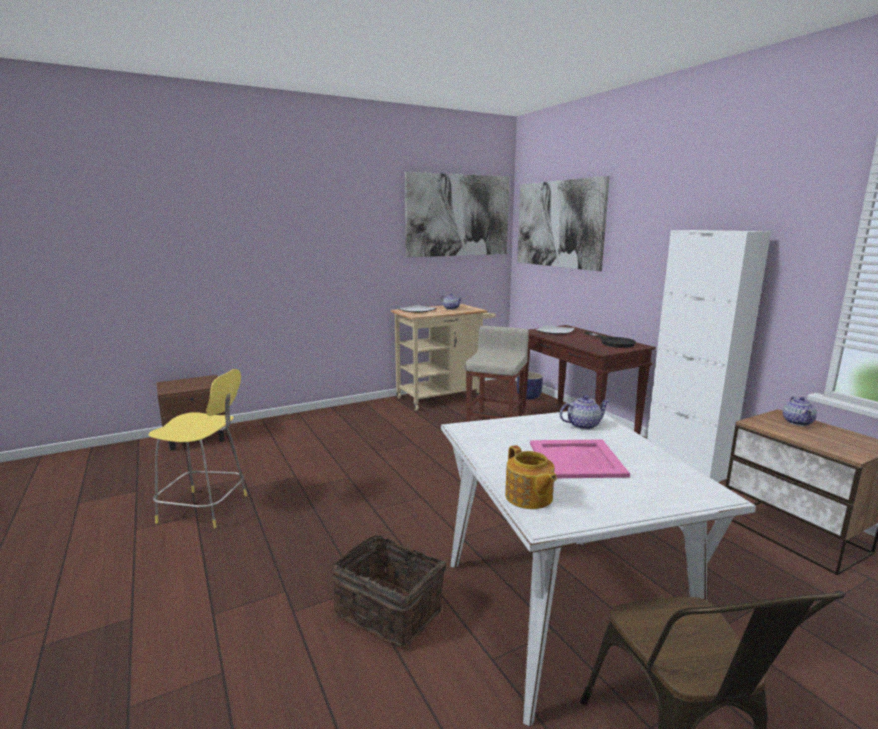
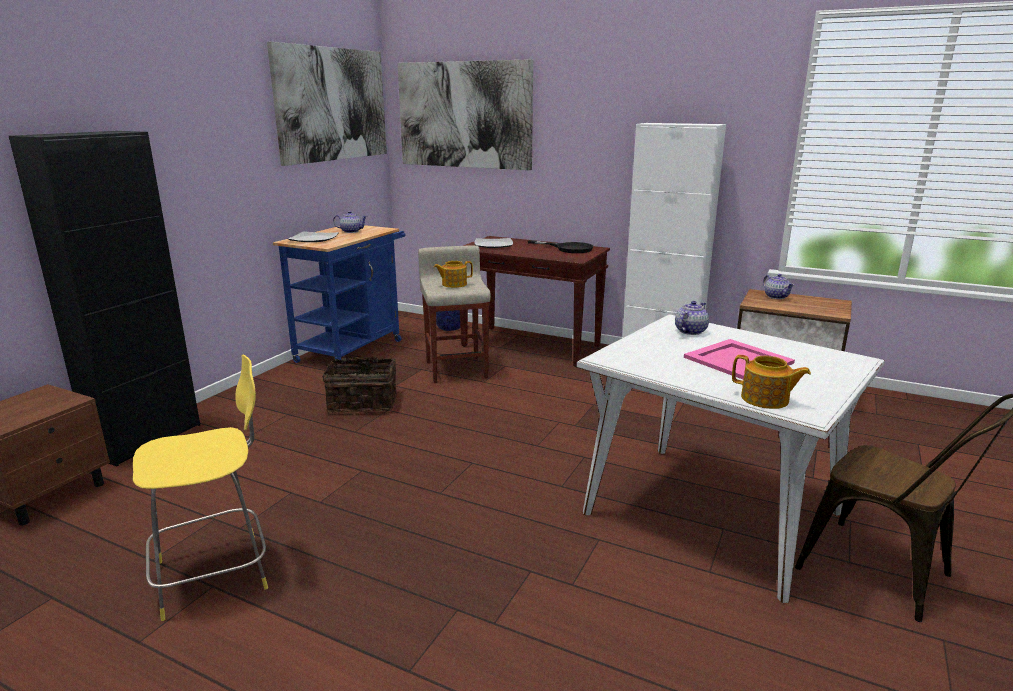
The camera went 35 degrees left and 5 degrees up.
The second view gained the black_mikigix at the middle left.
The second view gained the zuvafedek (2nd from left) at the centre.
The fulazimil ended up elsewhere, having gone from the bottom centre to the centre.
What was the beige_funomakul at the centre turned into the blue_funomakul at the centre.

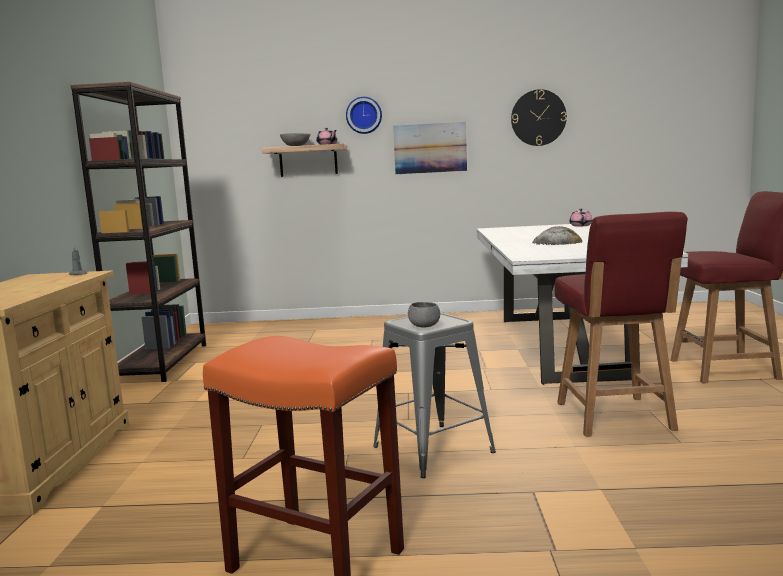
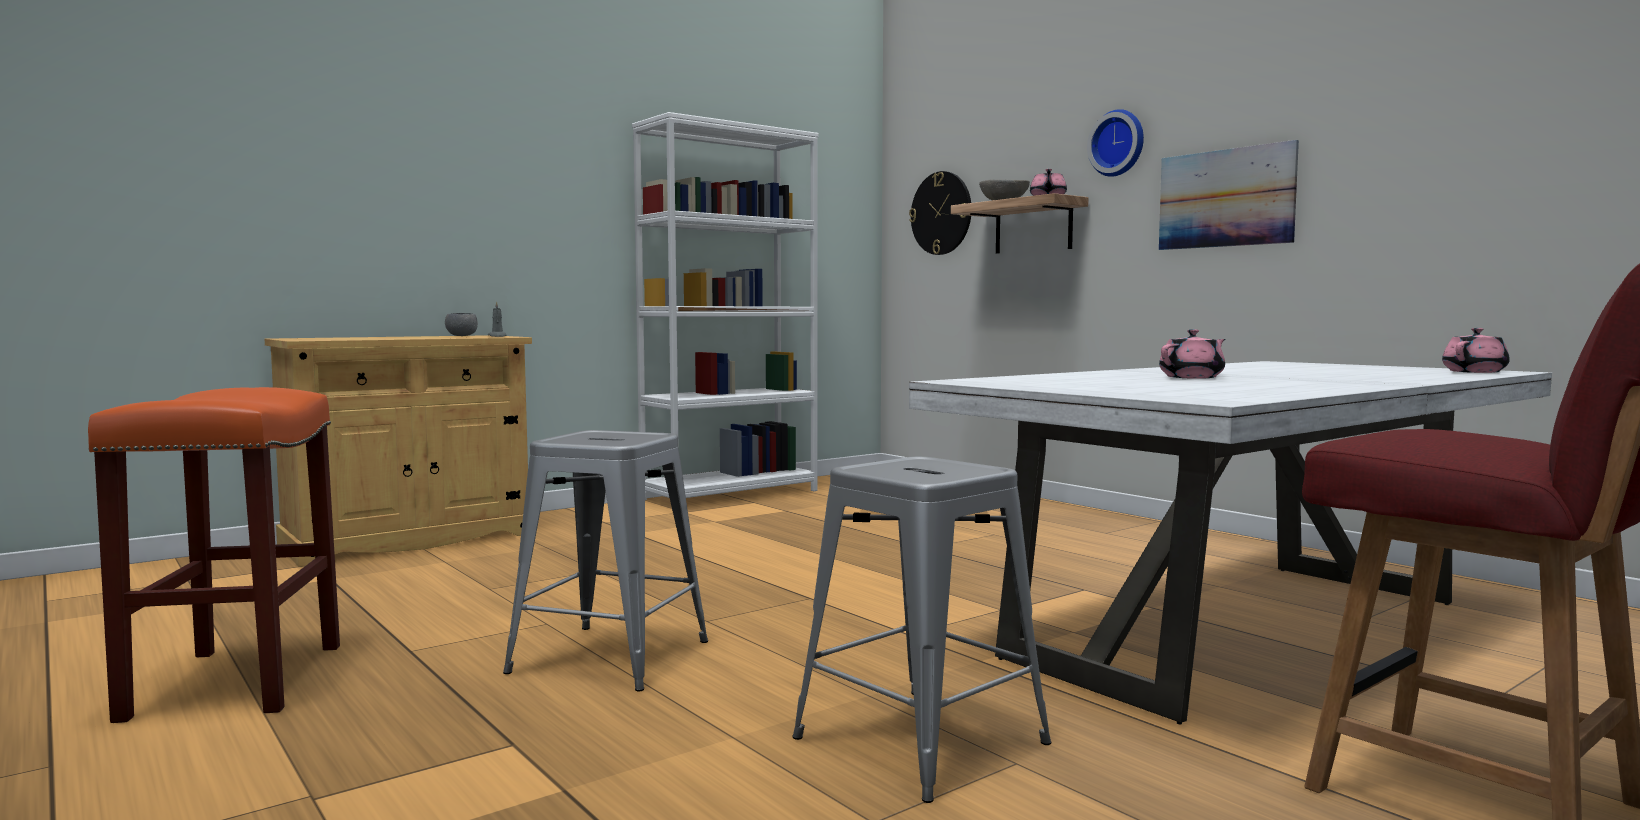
The camera went 50 degrees right and 5 degrees down.
The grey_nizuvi (2nd from left in the first image) ended up elsewhere, having gone from the centre to the middle left.
The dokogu (2nd from left in the first image) ended up elsewhere, having gone from the top right to the top centre.
Where the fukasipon stood at the middle right, the pink_zuvafedek (2nd from left) came to stand at the middle right.
Where the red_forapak (1st from left) stood at the middle right, the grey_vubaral (2nd from left) came to stand at the bottom centre.
What was the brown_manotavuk at the middle left turned into the white_manotavuk at the centre.

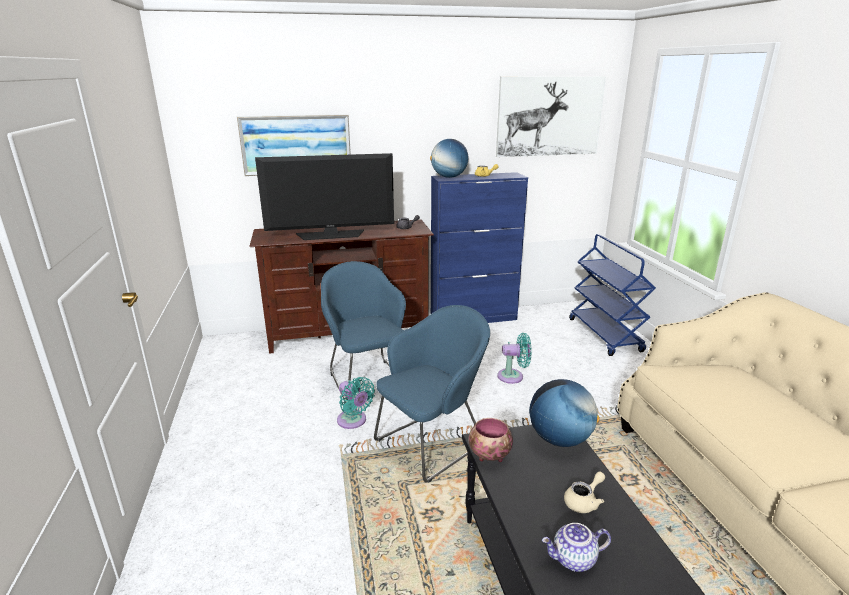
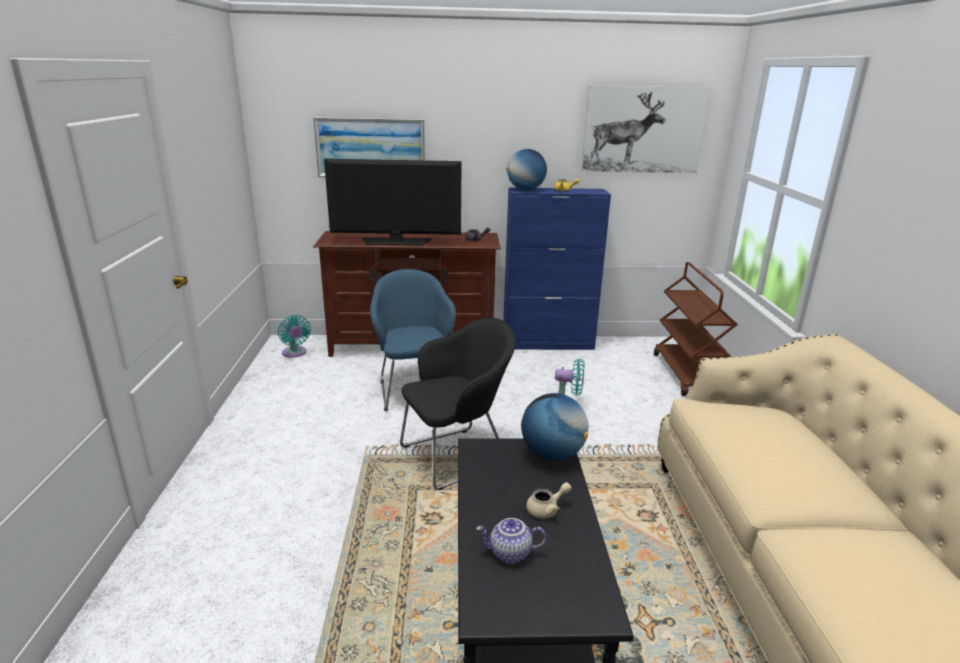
The camera went 10 degrees right and 0 degrees up.
The second view lost the nizuvi at the bottom centre.
The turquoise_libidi (1st from left) ended up elsewhere, having gone from the bottom centre to the middle left.
What was the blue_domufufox (2nd from left) at the centre turned into the black_domufufox at the centre.
What was the blue_funomakul at the middle right turned into the brown_funomakul at the middle right.

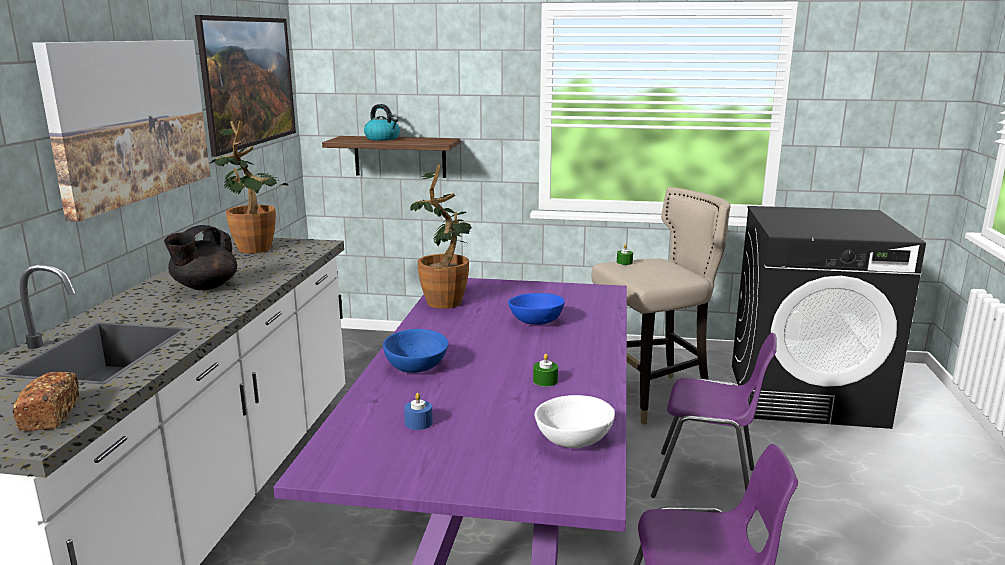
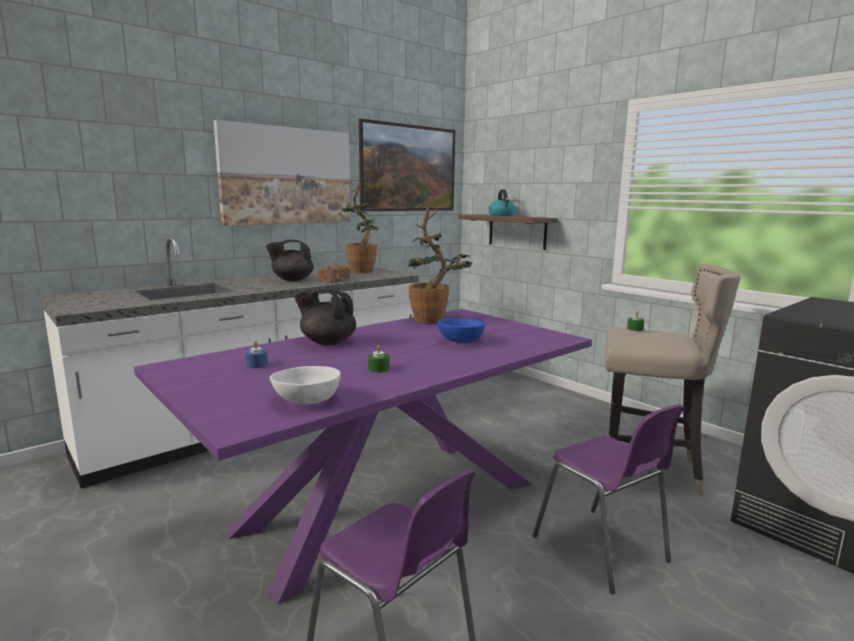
The camera went 40 degrees right and 5 degrees down.
The fukasipon ended up elsewhere, having gone from the bottom left to the centre.
Where the blue_nizuvi (1st from left) stood at the centre, the black_zuvafedek (2nd from left) came to stand at the centre.

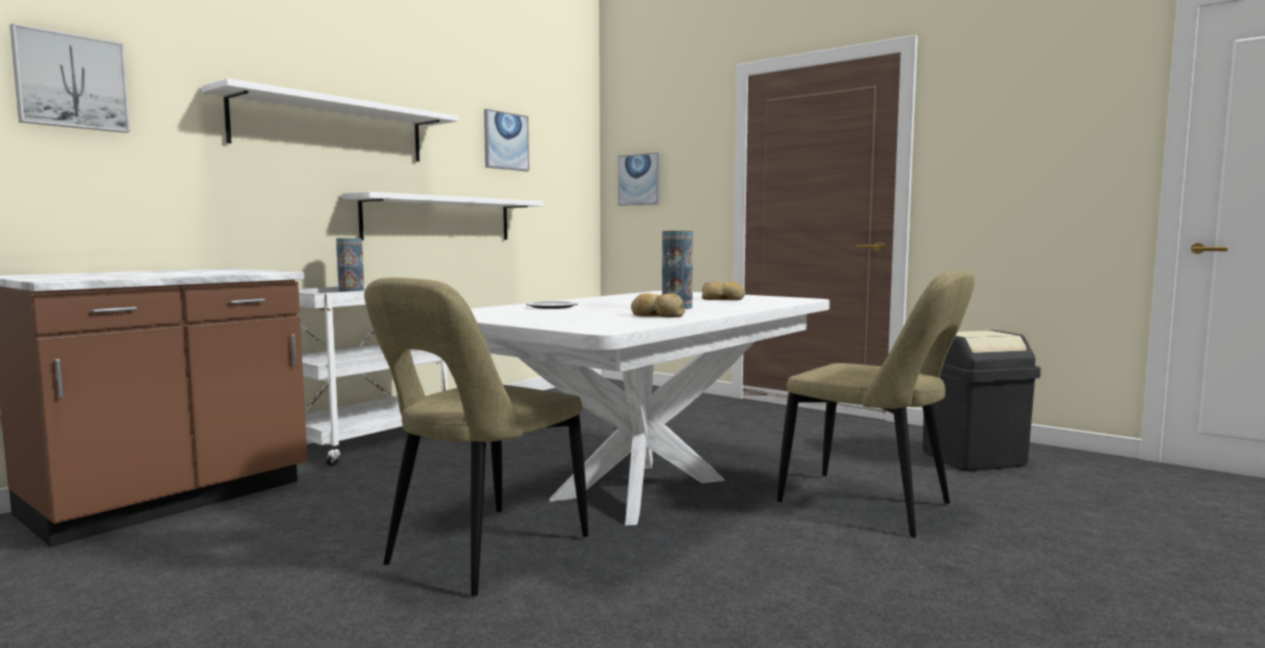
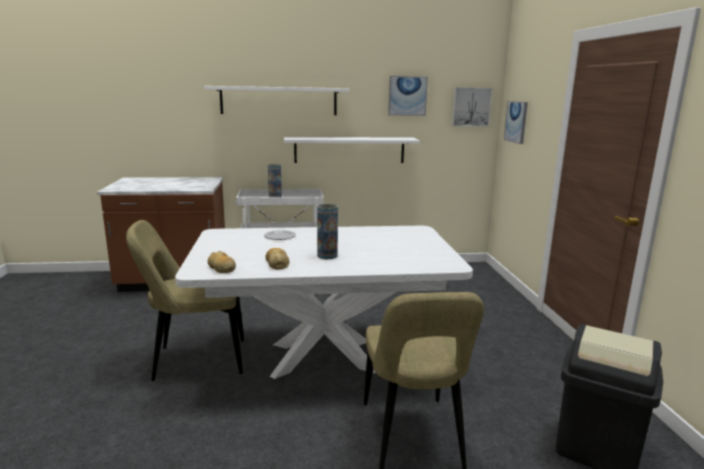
The camera went 45 degrees right and 10 degrees up.
The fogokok (1st from left in the first image) ended up elsewhere, having gone from the top left to the top right.
The fukasipon (2nd from left in the first image) ended up elsewhere, having gone from the centre to the middle left.

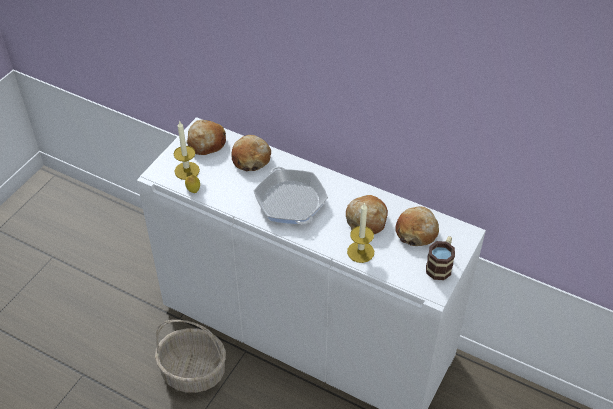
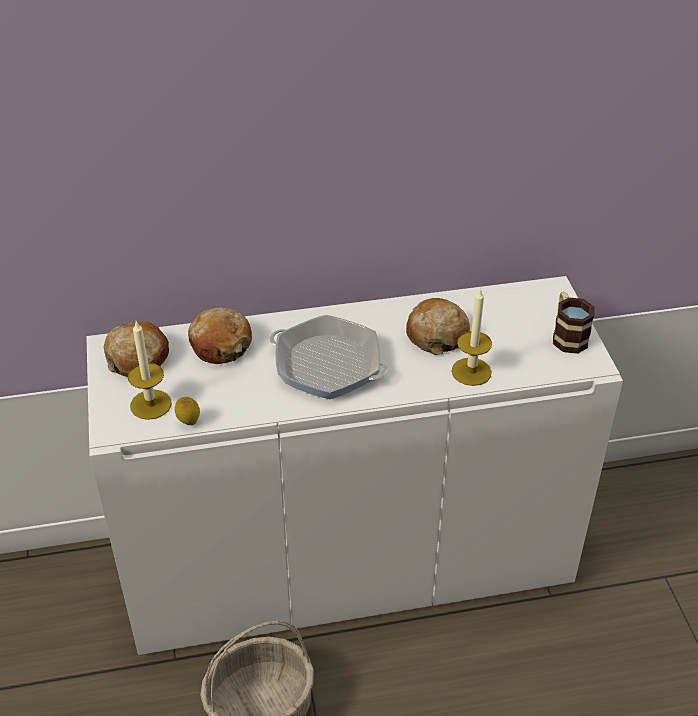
The camera went 40 degrees left and 5 degrees down.
The second view lost the fukasipon (4th from left) at the middle right.

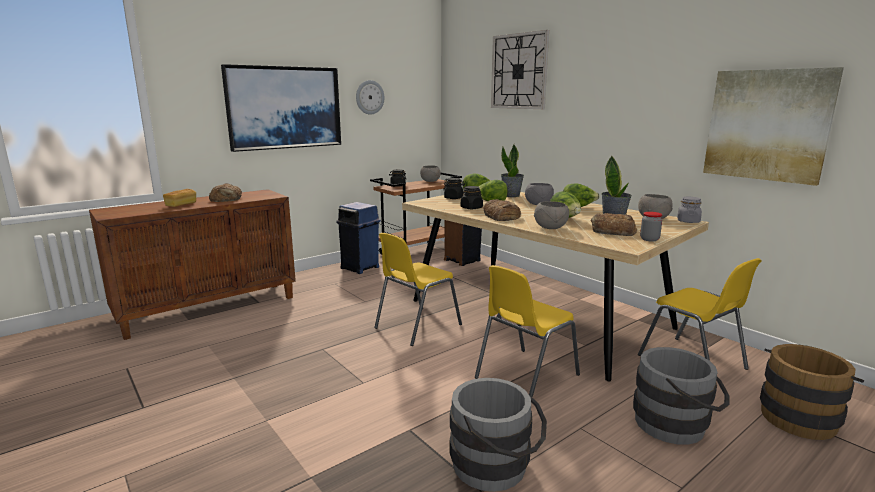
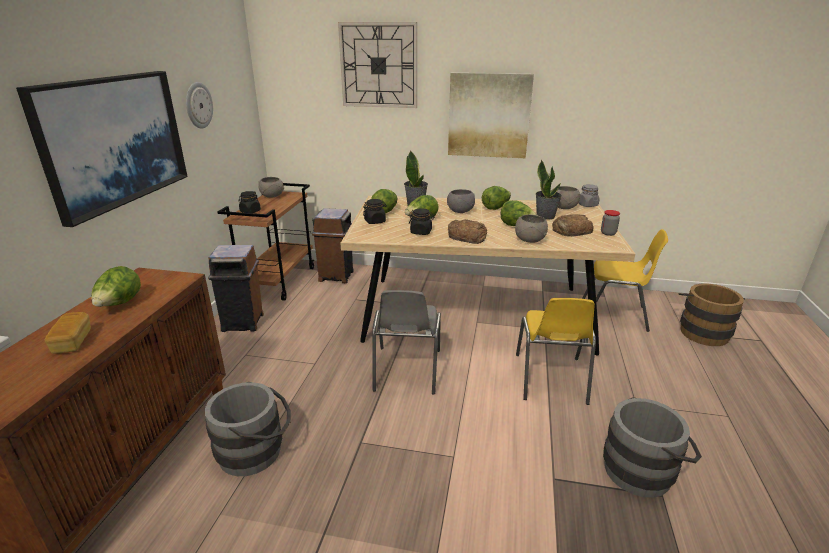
The camera went 40 degrees left and 10 degrees up.
The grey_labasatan (2nd from left in the first image) ended up elsewhere, having gone from the bottom right to the bottom left.
The fogokok (2nd from left) ended up elsewhere, having gone from the top right to the top centre.
Where the fukasipon (2nd from left) stood at the middle left, the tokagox (1st from left) came to stand at the middle left.
What was the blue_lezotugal at the centre turned into the brown_lezotugal (1st from left) at the middle left.
What was the yellow_forapak (1st from left) at the centre turned into the grey_forapak at the centre.

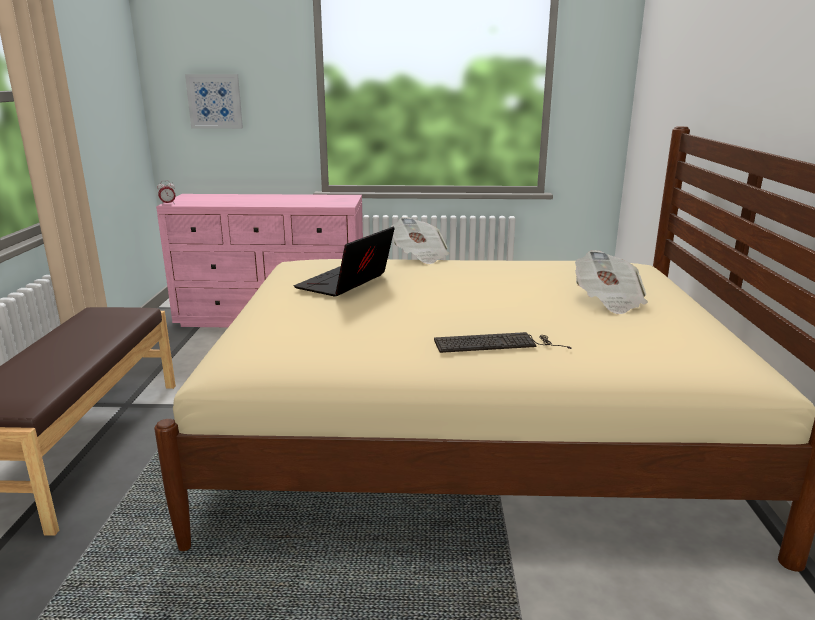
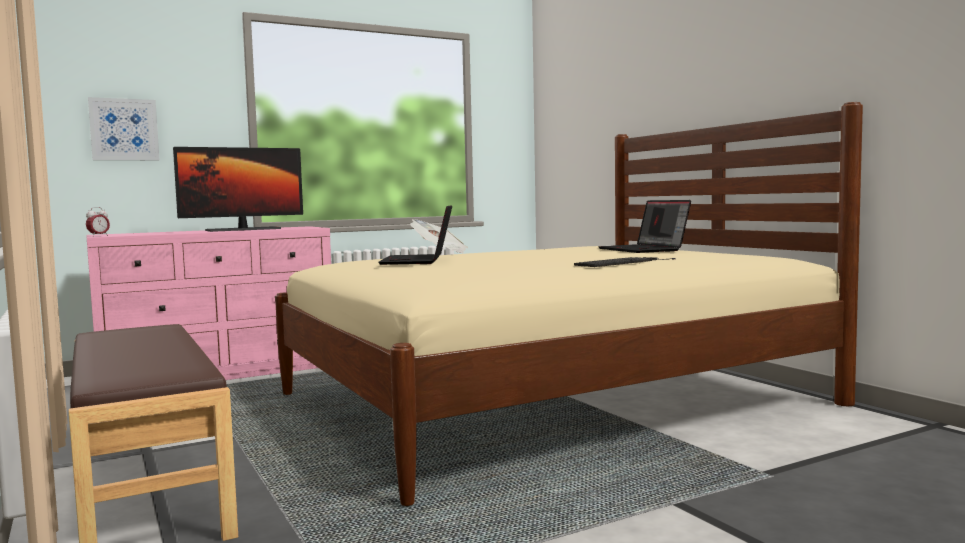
The camera went 30 degrees left and 15 degrees down.
The second view gained the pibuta at the middle left.
Where the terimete (2nd from left) stood at the middle right, the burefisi (2nd from left) came to stand at the middle right.

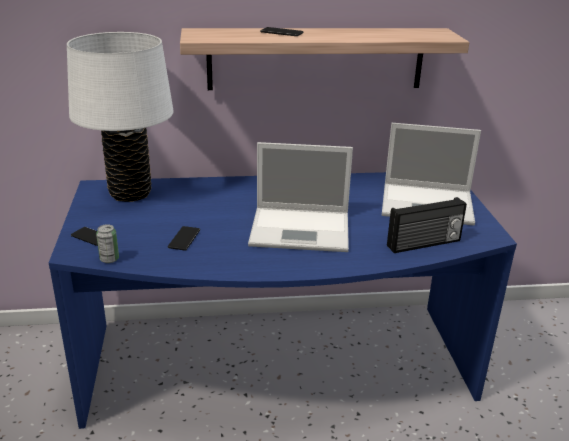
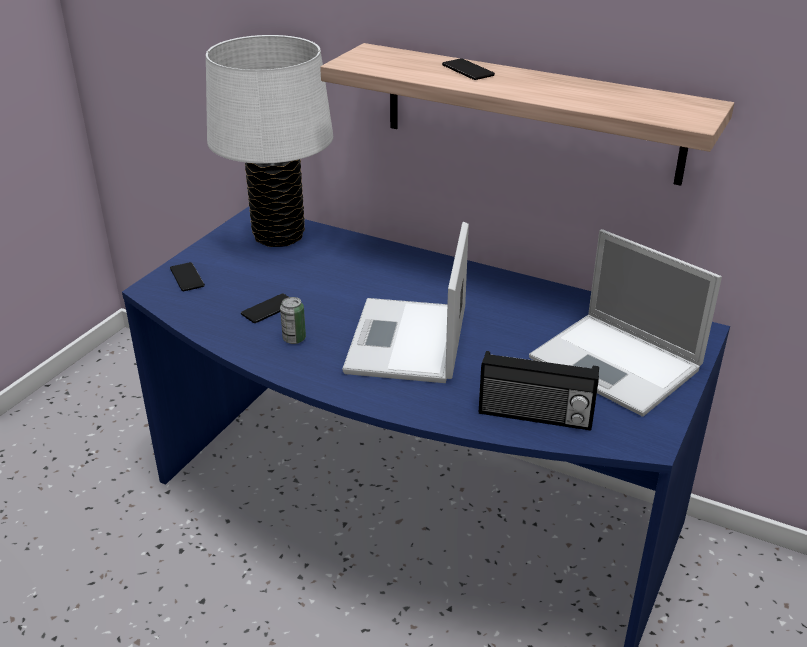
The camera went 35 degrees right and 5 degrees up.
The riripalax ended up elsewhere, having gone from the middle left to the centre.
The burefisi (1st from left) at the centre ended up facing another way, 60 degrees clockwise from before.

